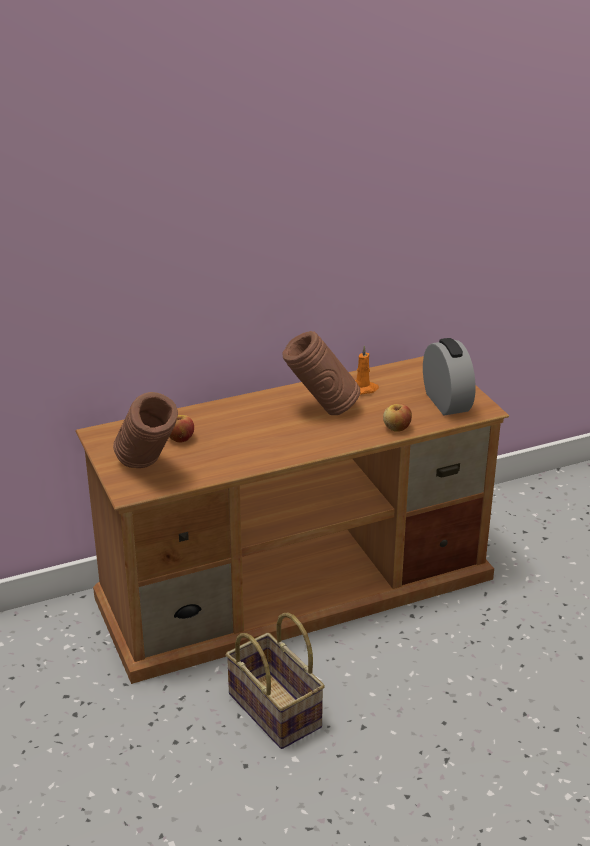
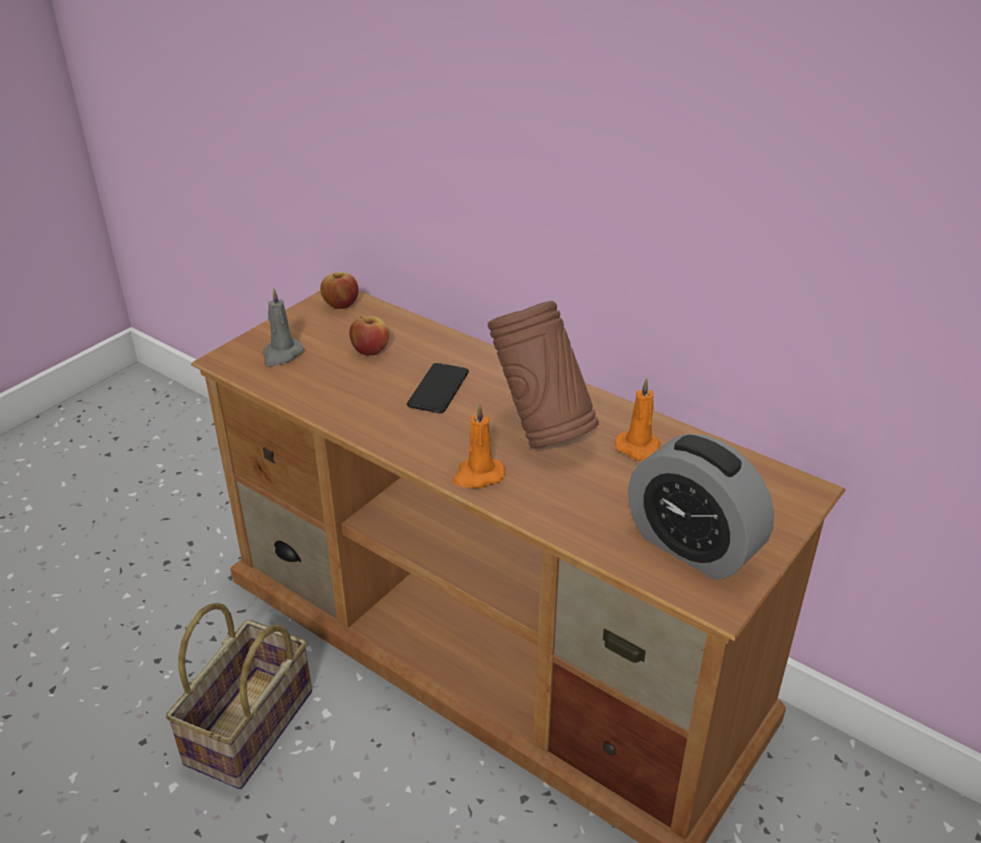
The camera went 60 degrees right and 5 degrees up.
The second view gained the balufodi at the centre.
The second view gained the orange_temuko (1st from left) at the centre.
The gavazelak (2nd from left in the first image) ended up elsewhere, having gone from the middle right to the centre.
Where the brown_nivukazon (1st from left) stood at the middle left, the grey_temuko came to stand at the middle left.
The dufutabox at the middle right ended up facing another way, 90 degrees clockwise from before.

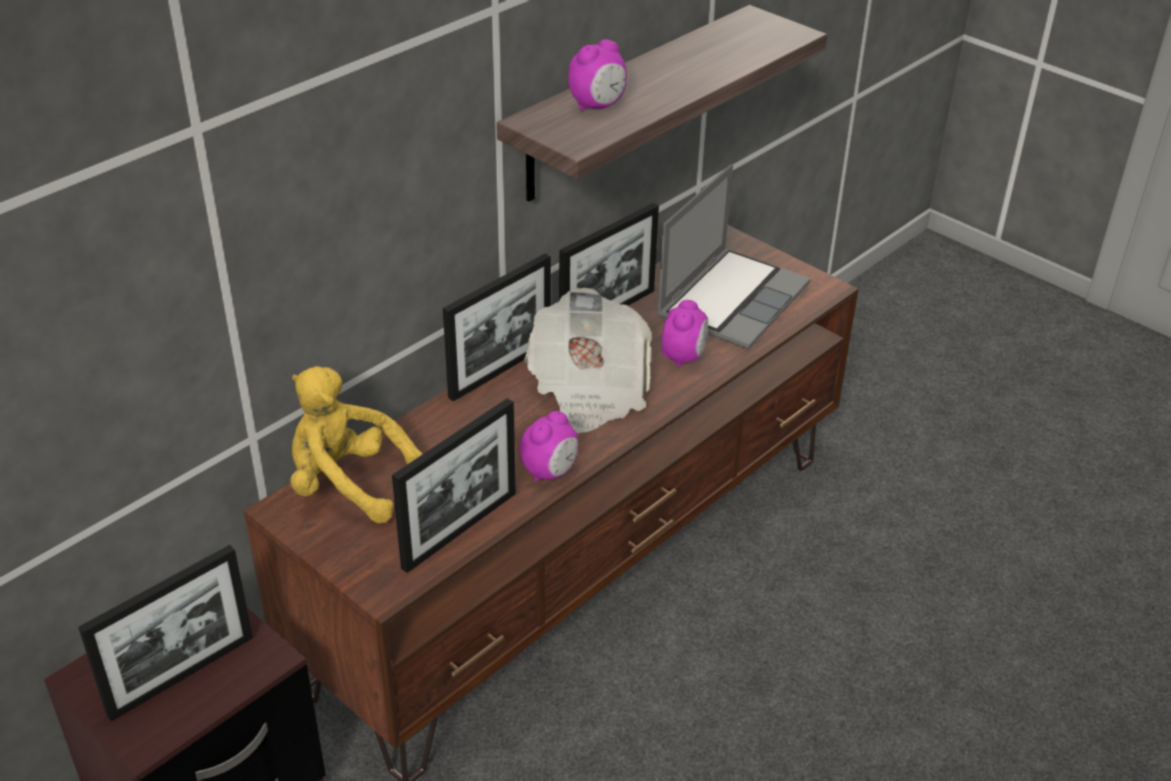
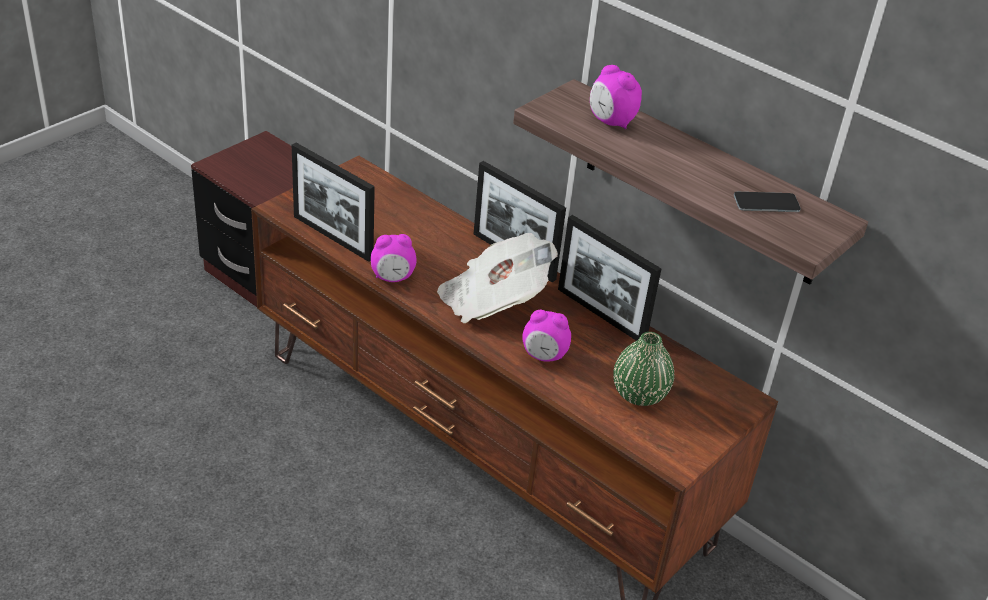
The camera went 85 degrees right and 0 degrees up.
The second view lost the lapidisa (1st from left) at the bottom left.
The second view lost the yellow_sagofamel at the middle left.
The second view gained the balufodi at the middle right.
Where the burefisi stood at the top centre, the green_nivukazon came to stand at the centre.
The dufutabox (1st from left) at the centre ended up facing another way, 45 degrees counterclockwise from before.

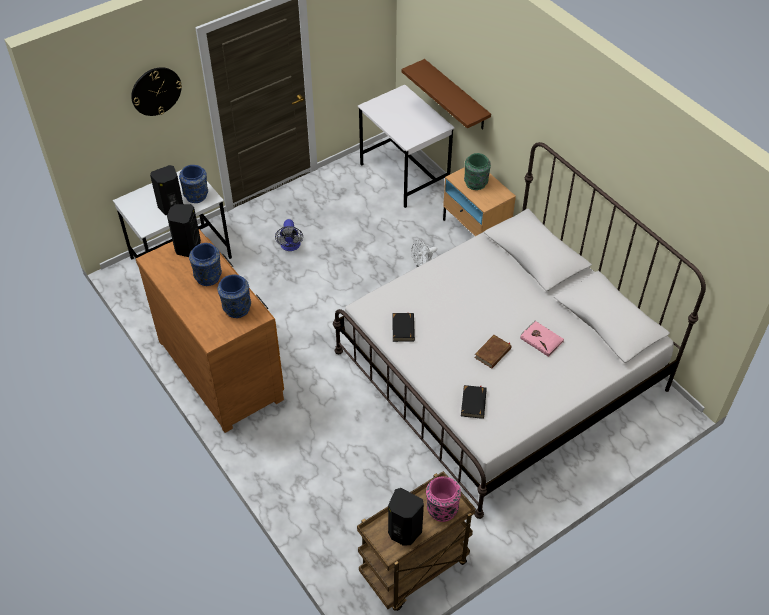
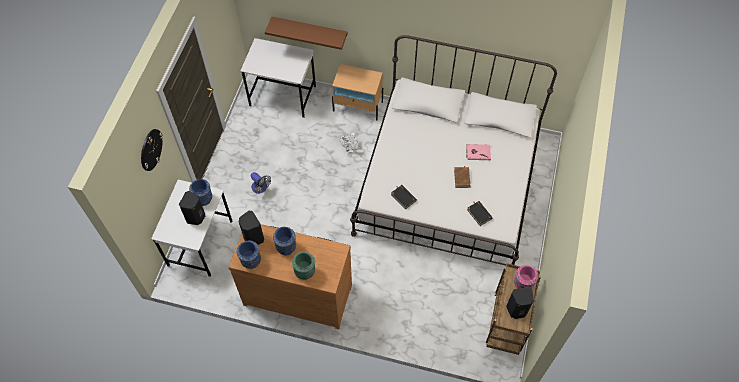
The camera went 40 degrees left and 10 degrees up.
The blue_nivukazon (3rd from left in the first image) ended up elsewhere, having gone from the middle left to the bottom centre.
The green_nivukazon ended up elsewhere, having gone from the top centre to the bottom centre.

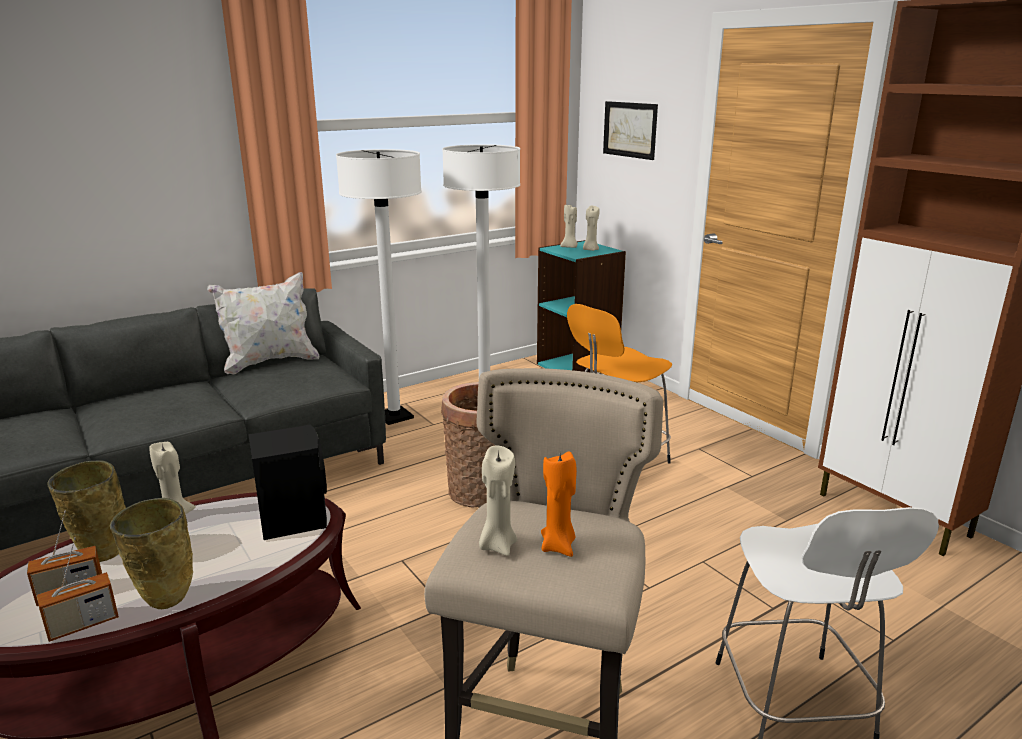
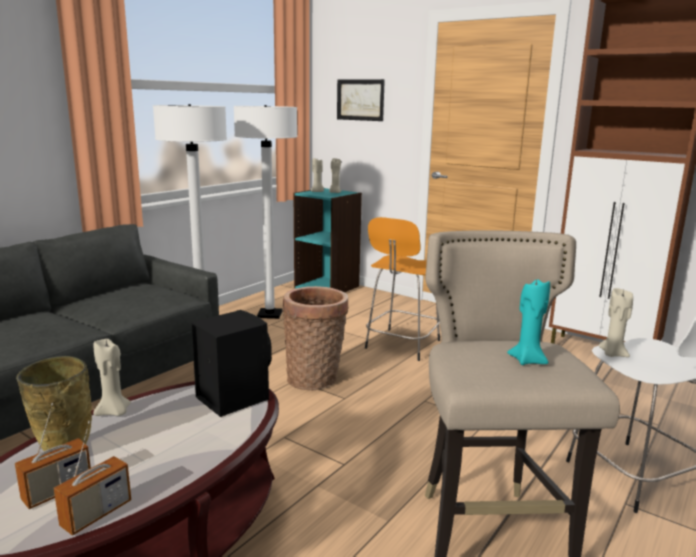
The camera went 20 degrees left and 5 degrees down.
The second view lost the beige_nivukazon (2nd from left) at the bottom left.
The second view lost the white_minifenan at the middle left.
The beige_temuko (2nd from left in the first image) ended up elsewhere, having gone from the bottom centre to the middle right.
What was the orange_temuko at the bottom centre turned into the turquoise_temuko at the middle right.

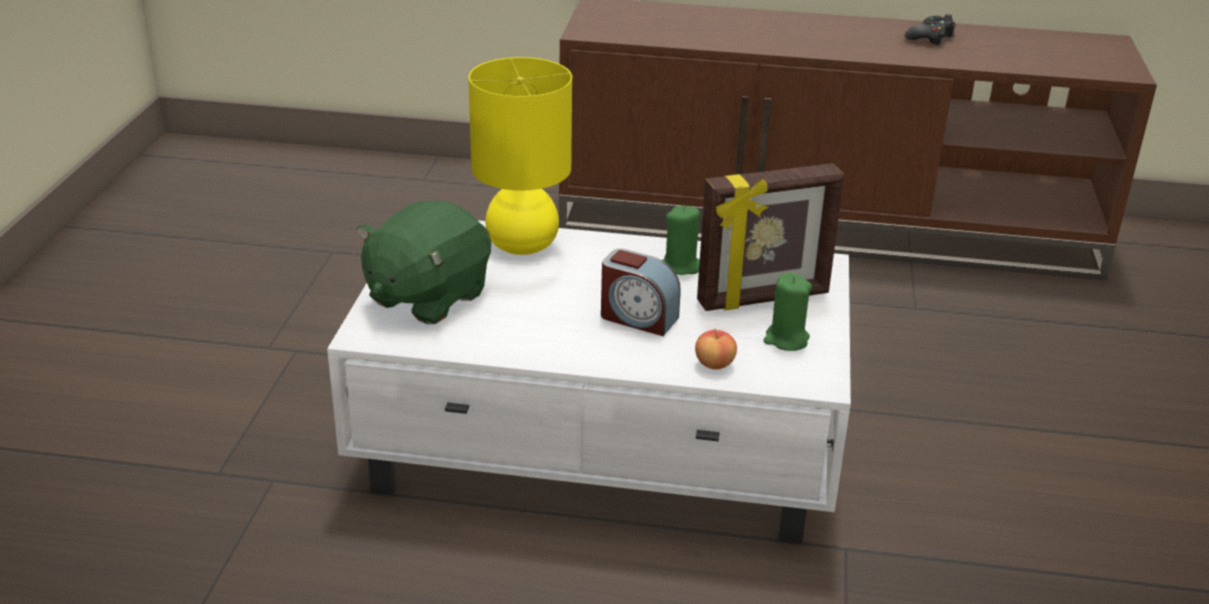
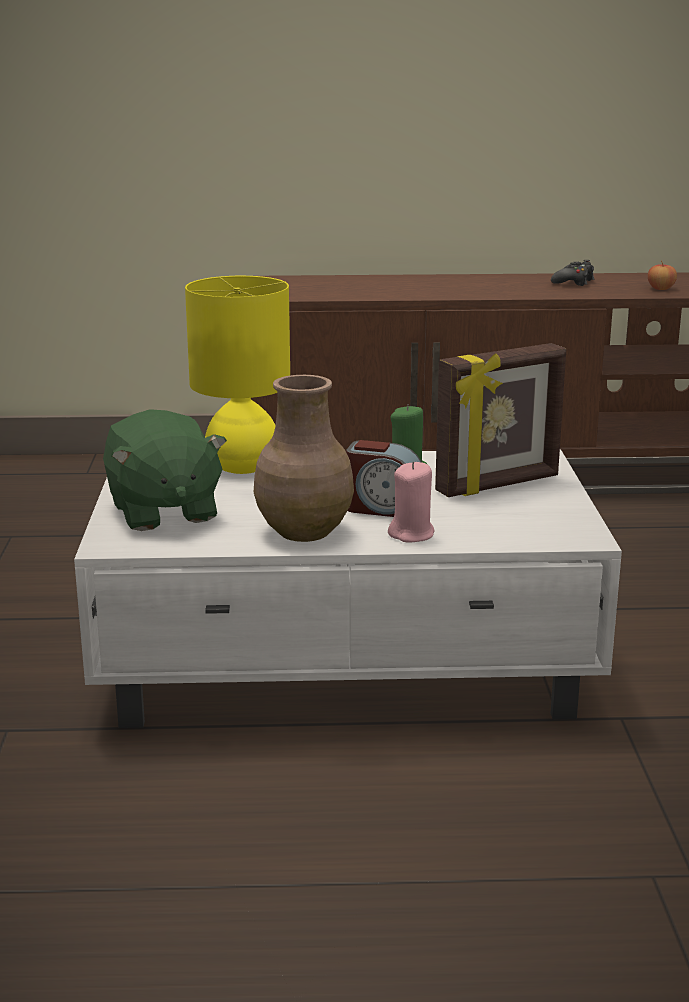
The camera went 10 degrees left and 10 degrees down.
The second view lost the green_temuko (2nd from left) at the centre.
The second view gained the brown_nivukazon at the centre.
The second view gained the pink_temuko at the centre.
The gavazelak ended up elsewhere, having gone from the centre to the top right.
The green_sagofamel at the centre ended up facing another way, 45 degrees counterclockwise from before.

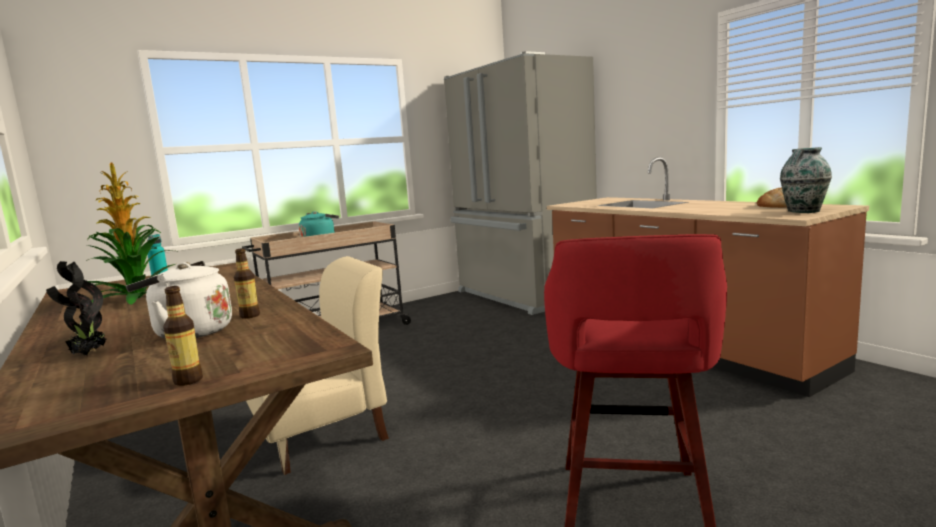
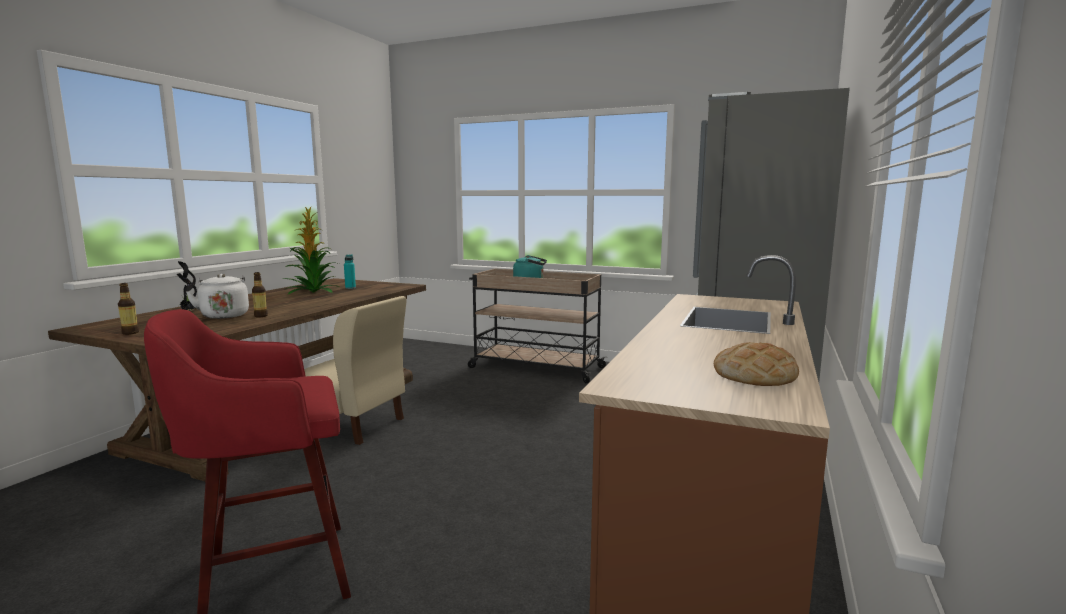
The camera went 55 degrees right and 0 degrees up.
The second view lost the nivukazon at the middle right.

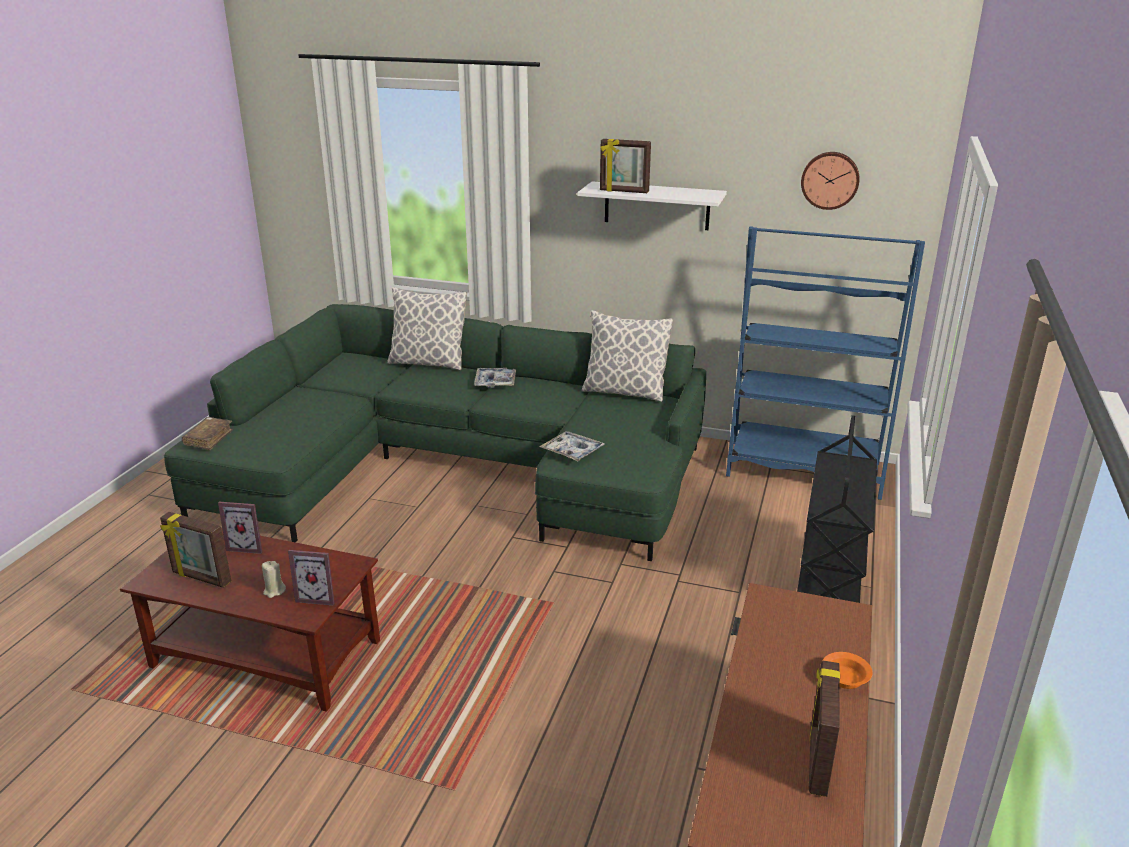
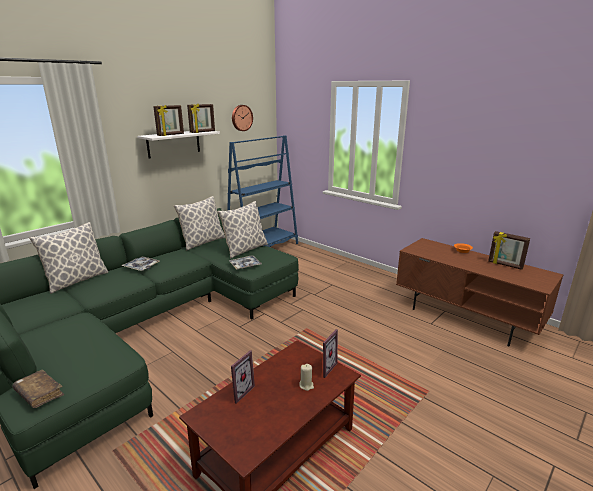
The camera went 65 degrees left and 5 degrees down.
The second view lost the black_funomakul at the middle right.
The second view gained the minifenan (3rd from left) at the centre.
The lapidisa (1st from left in the first image) ended up elsewhere, having gone from the middle left to the top centre.

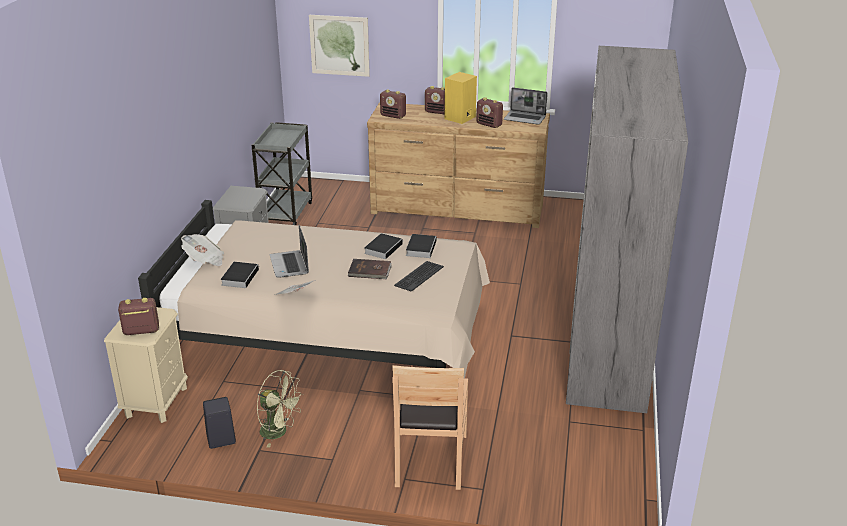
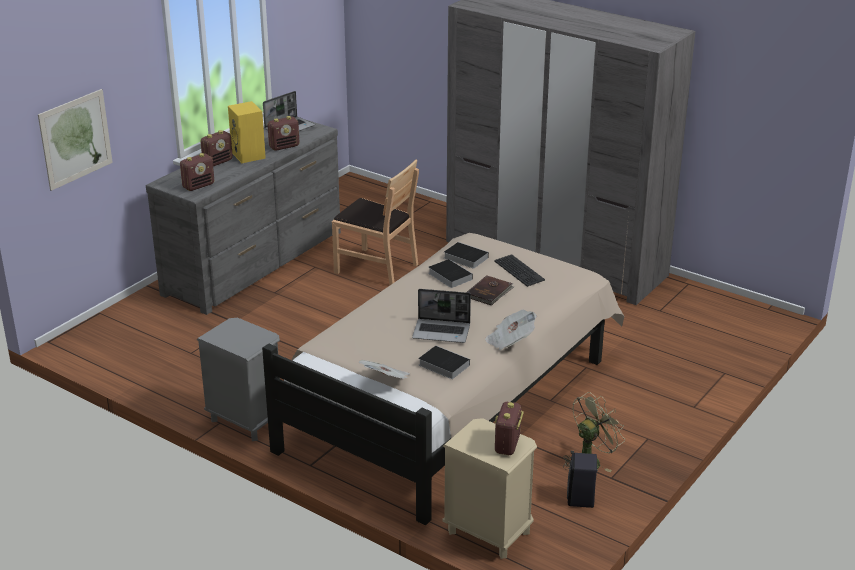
The camera went 65 degrees left and 0 degrees up.
The second view lost the grey_funomakul at the top left.
The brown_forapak ended up elsewhere, having gone from the bottom centre to the centre.
What was the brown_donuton at the top centre turned into the grey_donuton at the middle left.

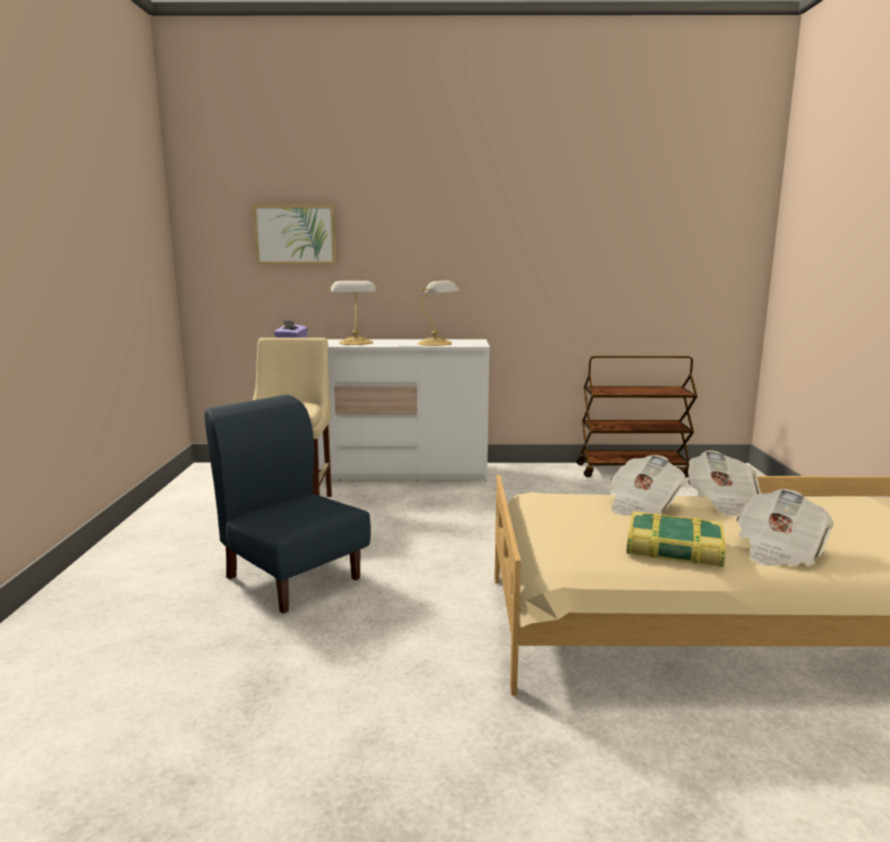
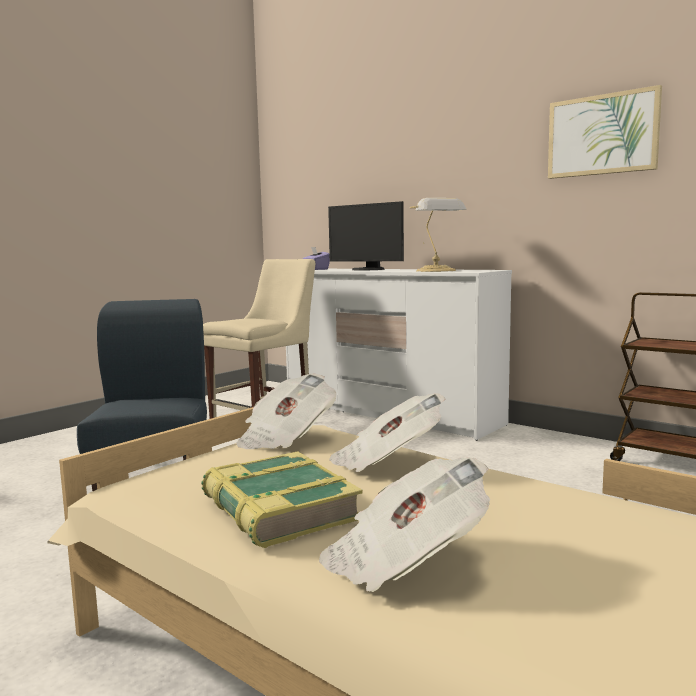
The camera went 40 degrees right and 5 degrees down.
The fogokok ended up elsewhere, having gone from the top left to the top right.
The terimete (2nd from left in the first image) ended up elsewhere, having gone from the middle right to the centre.
Where the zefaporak (1st from left) stood at the centre, the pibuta came to stand at the centre.

